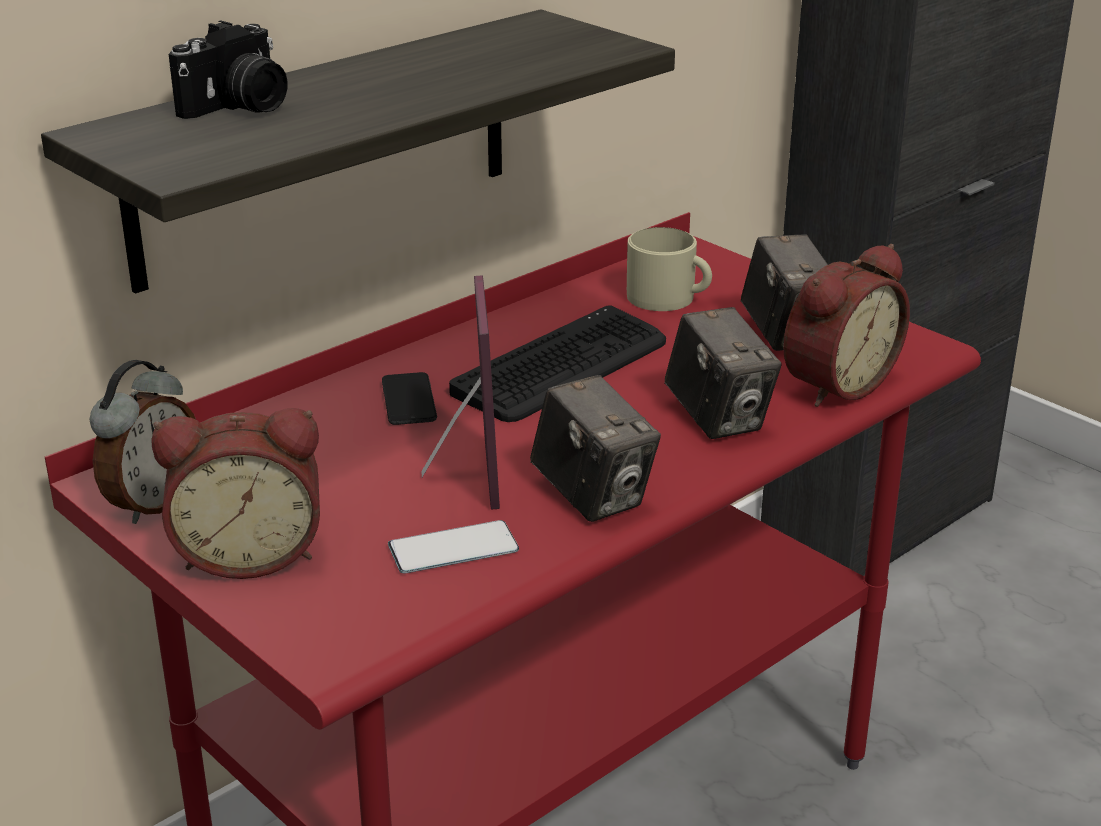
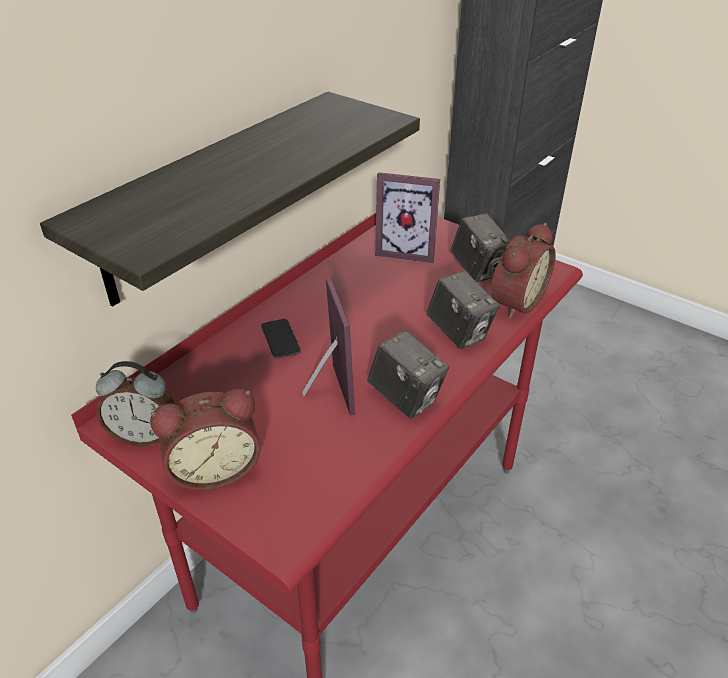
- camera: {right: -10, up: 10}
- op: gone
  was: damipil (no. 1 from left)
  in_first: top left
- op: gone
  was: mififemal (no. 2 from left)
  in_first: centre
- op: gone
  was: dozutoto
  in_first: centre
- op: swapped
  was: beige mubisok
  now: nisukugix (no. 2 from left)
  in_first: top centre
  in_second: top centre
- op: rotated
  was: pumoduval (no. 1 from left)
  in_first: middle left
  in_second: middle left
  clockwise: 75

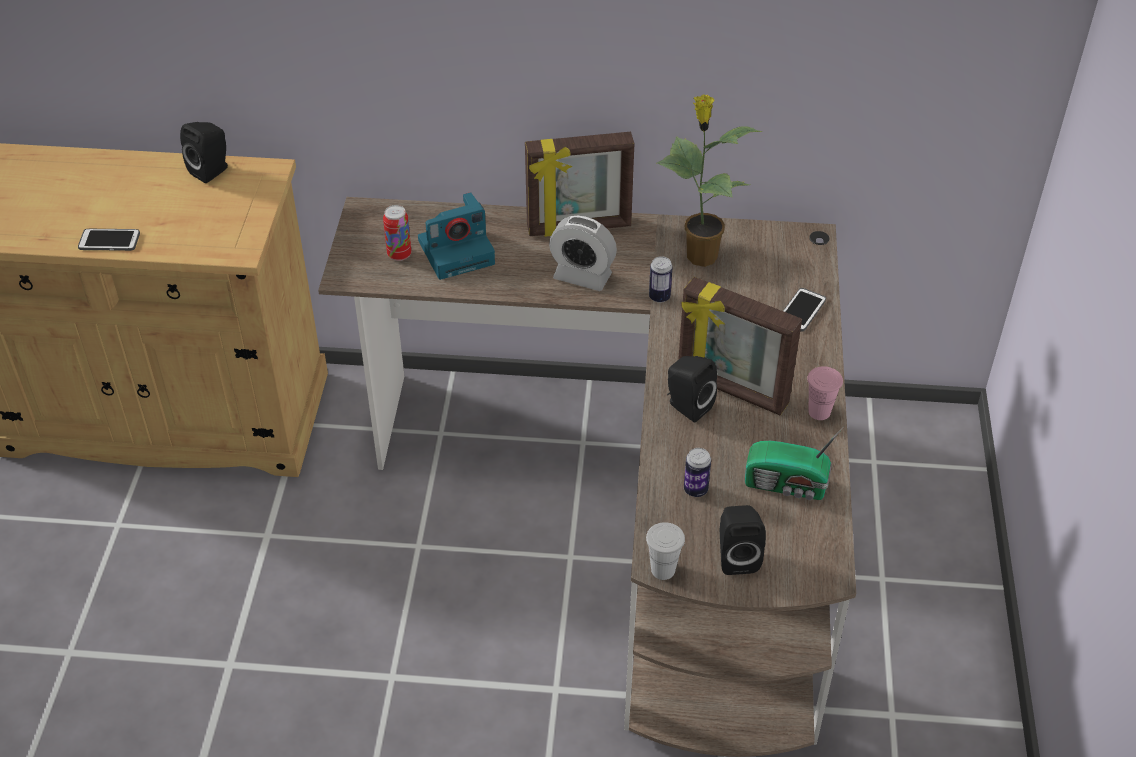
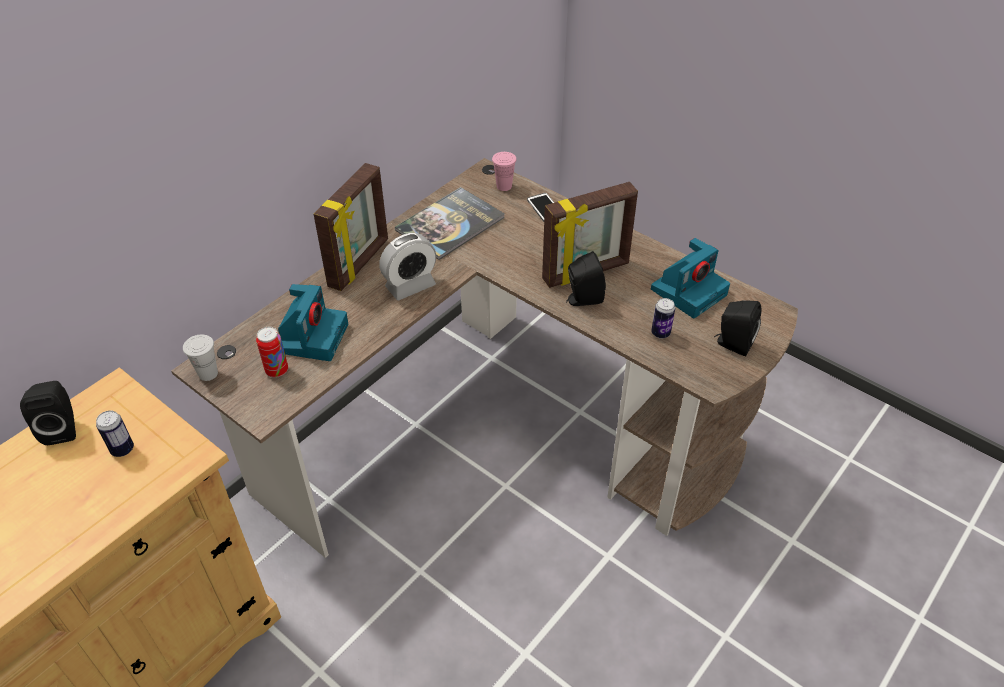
- camera: {right: -55, up: 0}
- op: gone
  was: mififemal (no. 1 from left)
  in_first: top left
- op: shifted
  was: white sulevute
  in_first: bottom centre
  in_second: middle left
- op: shifted
  was: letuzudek (no. 2 from left in the first image)
  now: letuzudek (no. 1 from left)
  in_first: centre
  in_second: middle left
- op: shifted
  was: pink sulevute
  in_first: middle right
  in_second: top centre
- op: swapped
  was: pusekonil
  now: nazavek
  in_first: top centre
  in_second: top centre
- op: swapped
  was: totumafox
  now: damipil (no. 2 from left)
  in_first: middle right
  in_second: middle right

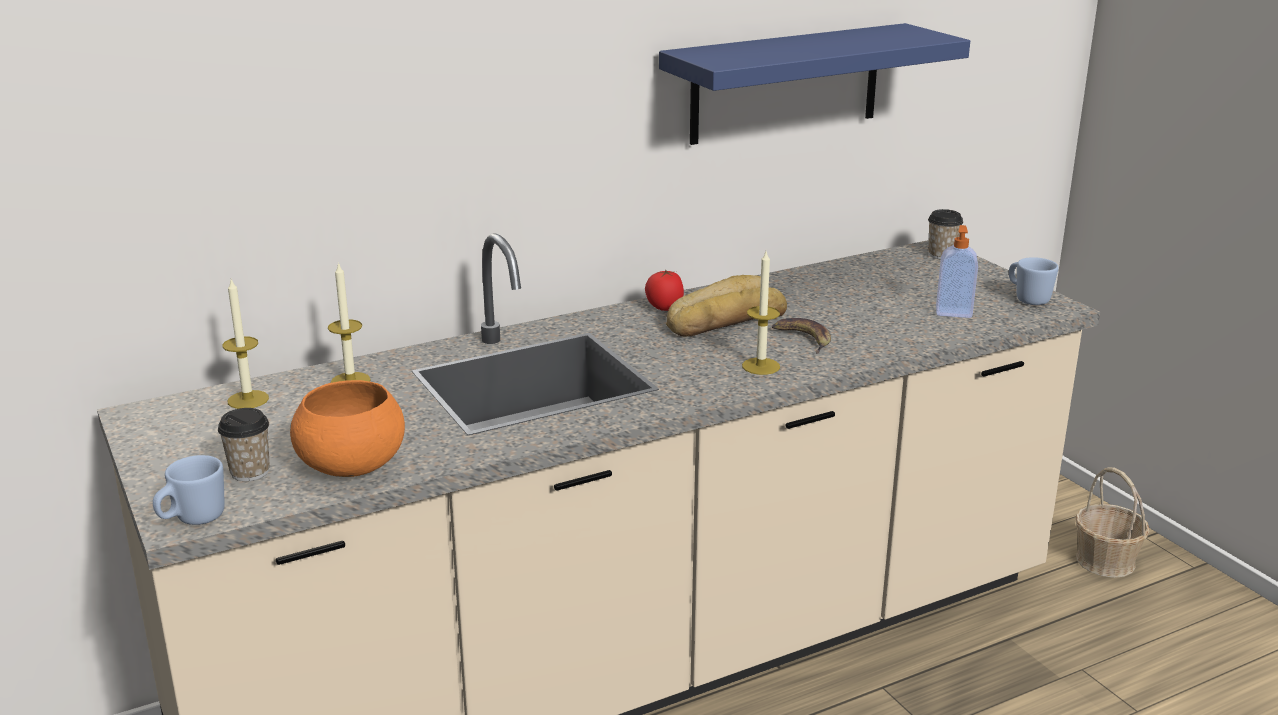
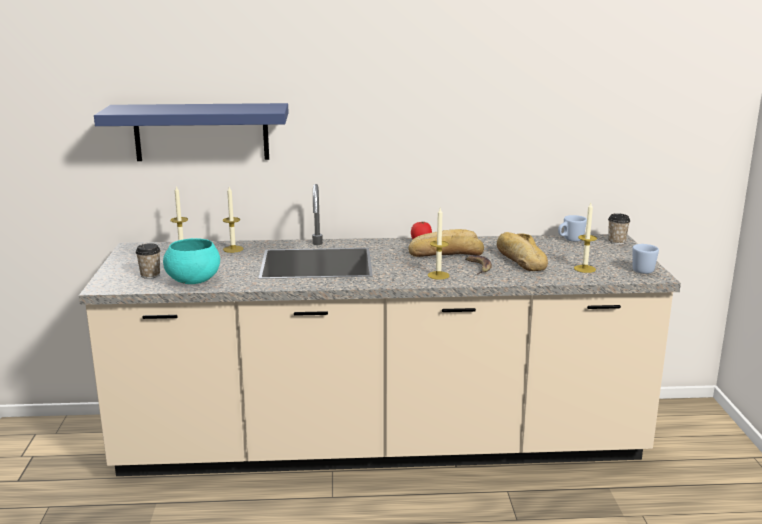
- camera: {right: 25, up: -5}
- op: gone
  was: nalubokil
  in_first: bottom right
- op: new
  now: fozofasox (no. 2 from left)
  in_second: middle right
- op: shifted
  was: blue mubisok (no. 1 from left)
  in_first: bottom left
  in_second: middle right
- op: shifted
  was: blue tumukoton
  in_first: top centre
  in_second: top left
- op: swapped
  was: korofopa
  now: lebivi (no. 4 from left)
  in_first: middle right
  in_second: middle right
- op: repainted
  was: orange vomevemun
  now: turquoise vomevemun
  in_first: middle left
  in_second: middle left

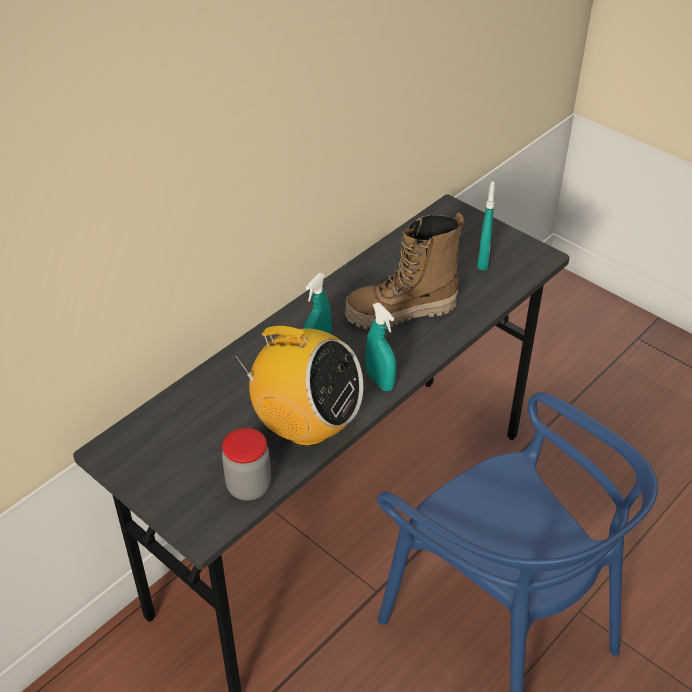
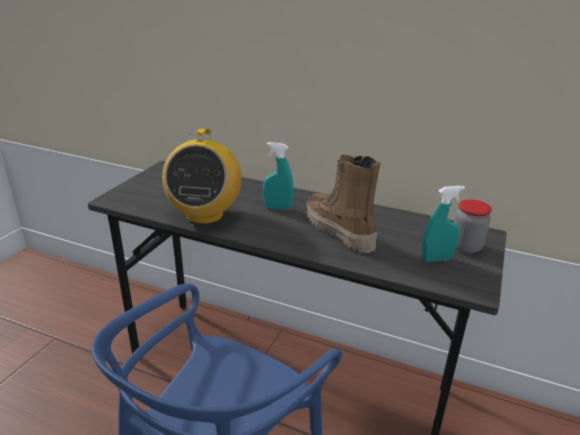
- camera: {right: 70, up: -15}
- op: gone
  was: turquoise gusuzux (no. 2 from left)
  in_first: centre
- op: shifted
  was: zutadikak
  in_first: bottom centre
  in_second: middle right

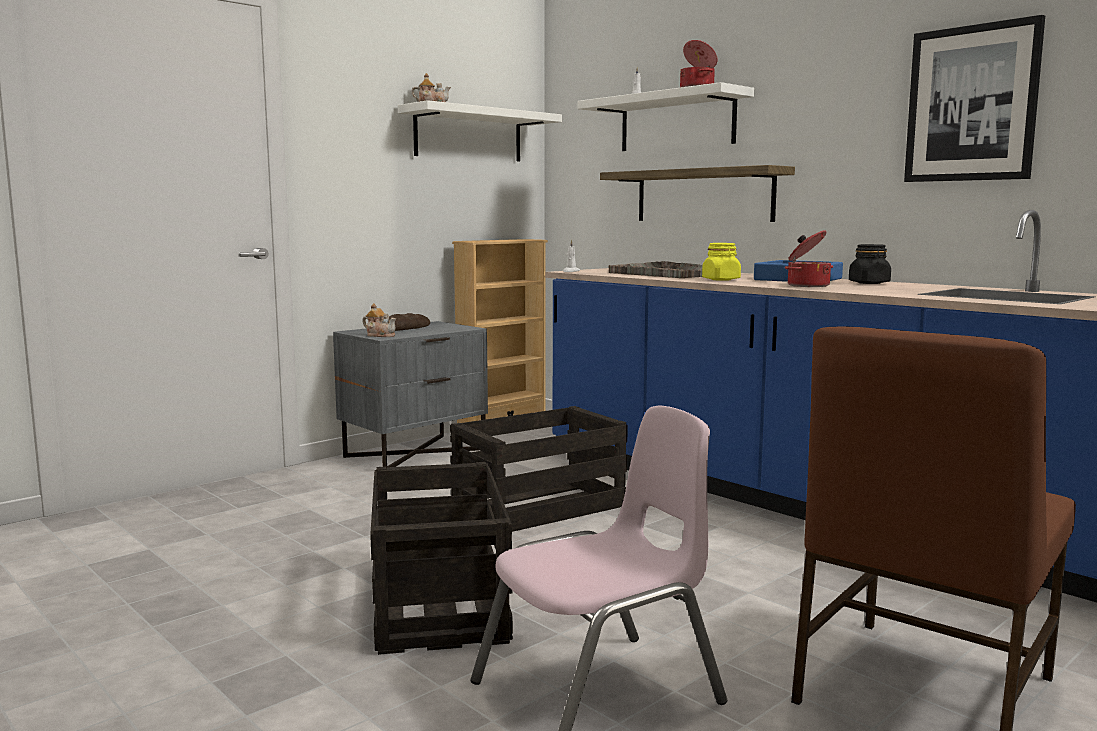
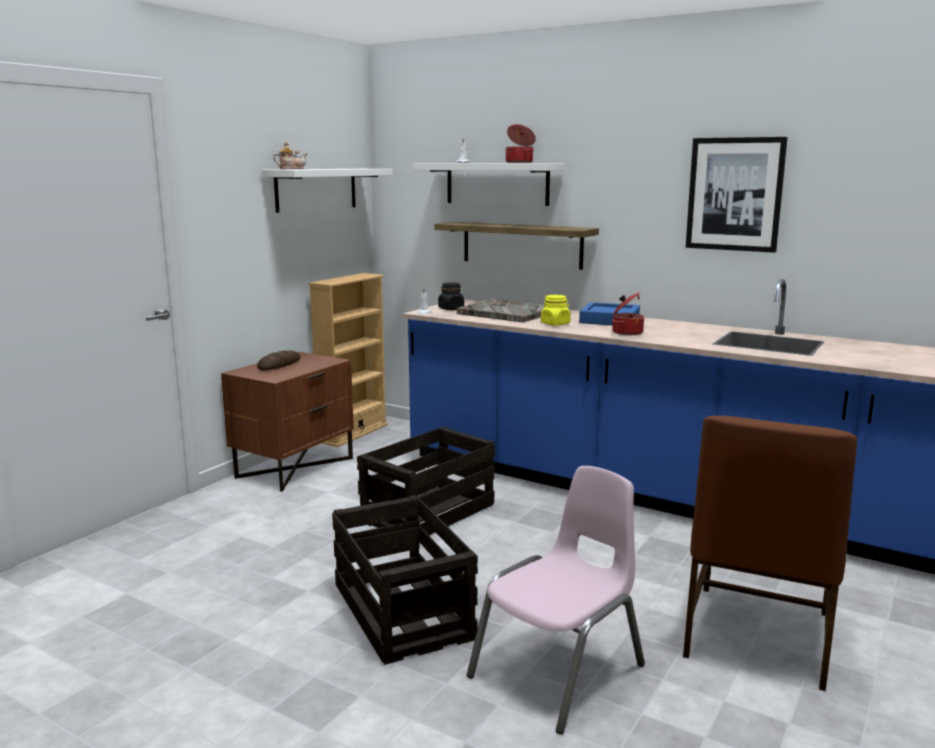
- camera: {right: -15, up: 5}
- op: gone
  was: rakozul (no. 1 from left)
  in_first: centre
- op: shifted
  was: black zutadikak
  in_first: middle right
  in_second: centre
- op: repainted
  was: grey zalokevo
  now: brown zalokevo
  in_first: centre
  in_second: middle left

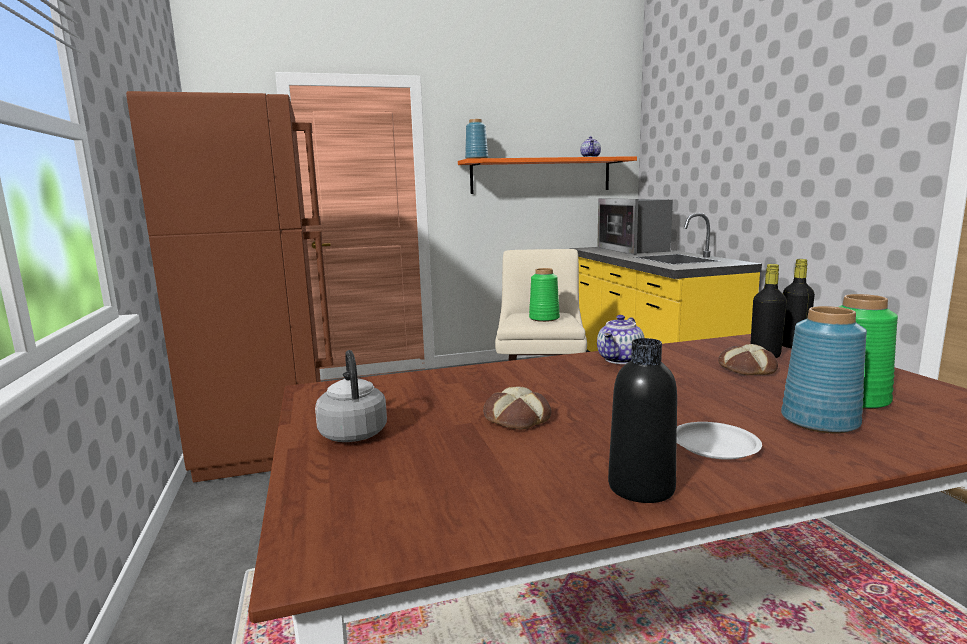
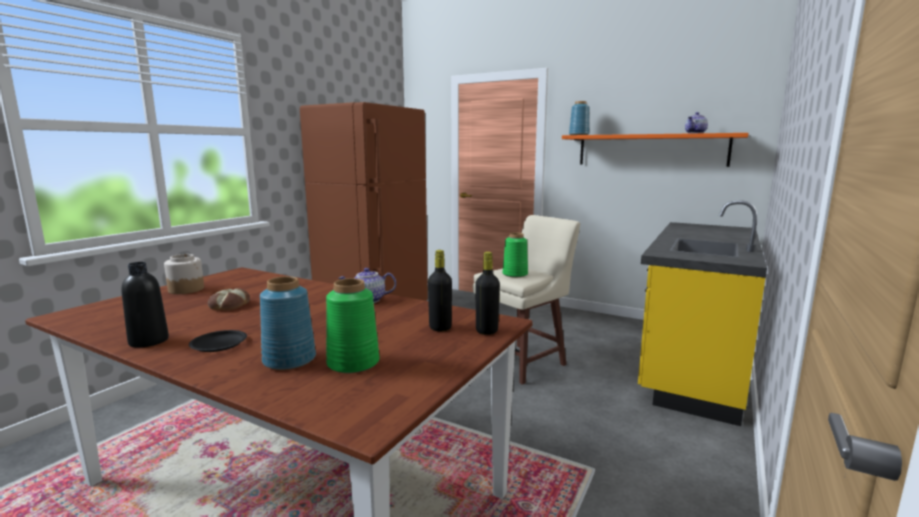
- camera: {right: 45, up: 0}
- op: gone
  was: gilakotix
  in_first: centre
- op: gone
  was: fozofasox (no. 2 from left)
  in_first: middle right
- op: swapped
  was: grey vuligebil
  now: zutadikak
  in_first: centre
  in_second: middle left
- op: repainted
  was: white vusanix
  now: black vusanix
  in_first: bottom right
  in_second: middle left

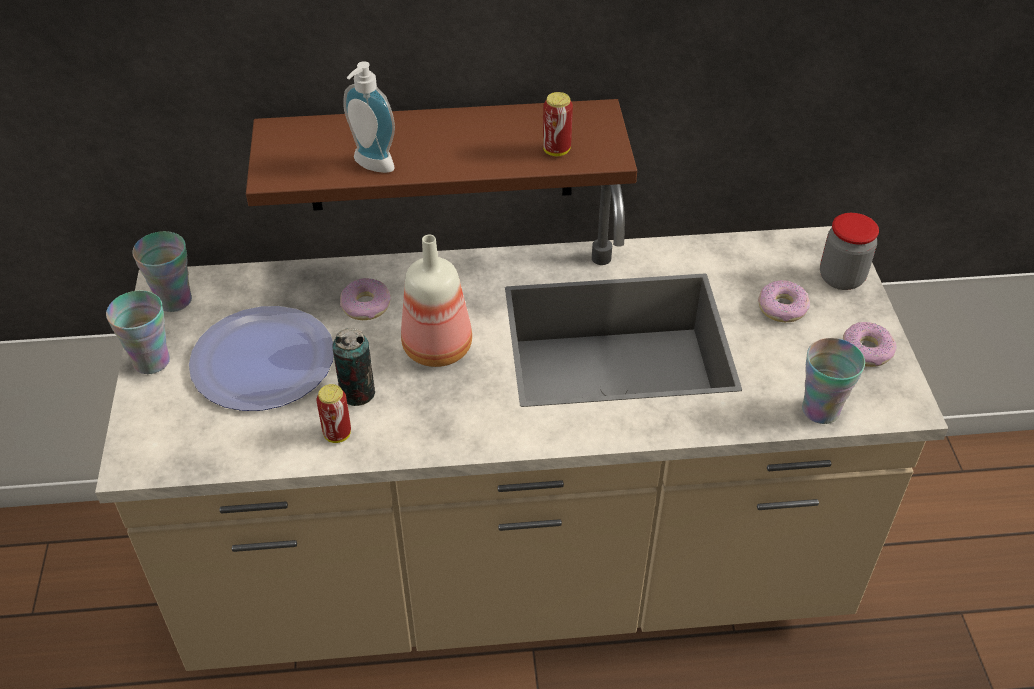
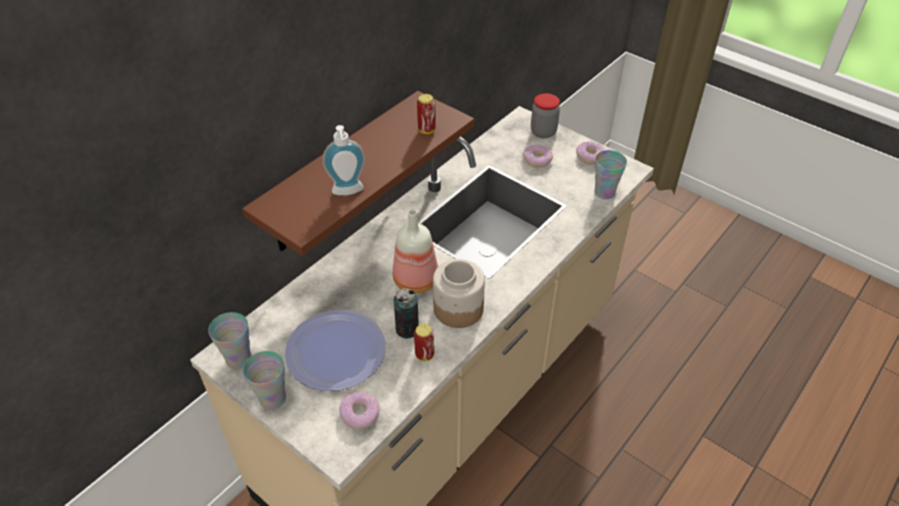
- camera: {right: -45, up: 0}
- op: new
  now: zutadikak (no. 1 from left)
  in_second: centre
- op: shifted
  was: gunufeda (no. 1 from left)
  in_first: centre
  in_second: bottom centre

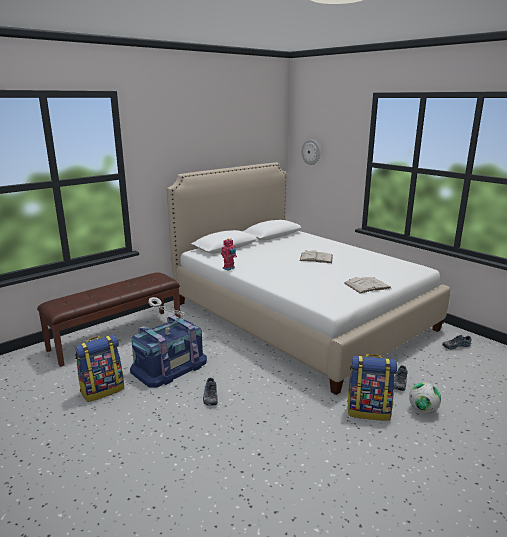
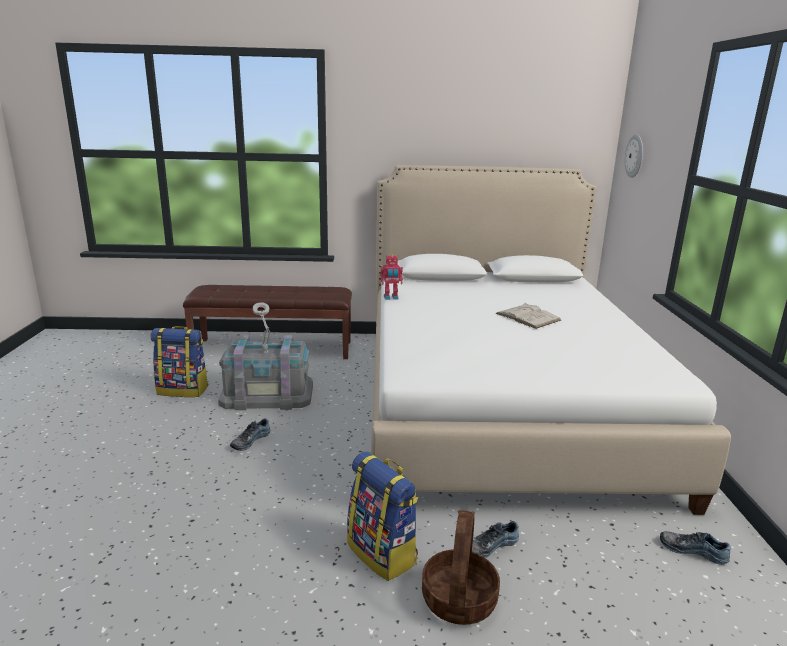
- camera: {right: 40, up: 0}
- op: gone
  was: white nazavek (no. 2 from left)
  in_first: middle right
- op: swapped
  was: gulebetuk
  now: nalubokil
  in_first: bottom right
  in_second: bottom centre
- op: repainted
  was: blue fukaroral
  now: grey fukaroral
  in_first: middle left
  in_second: centre

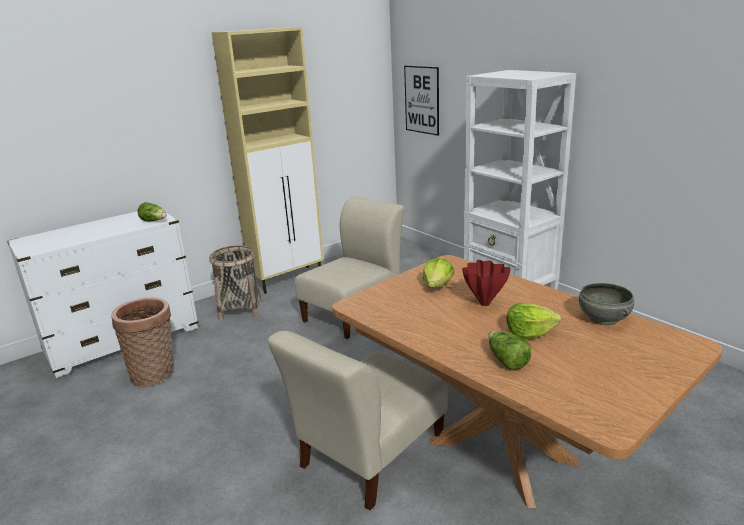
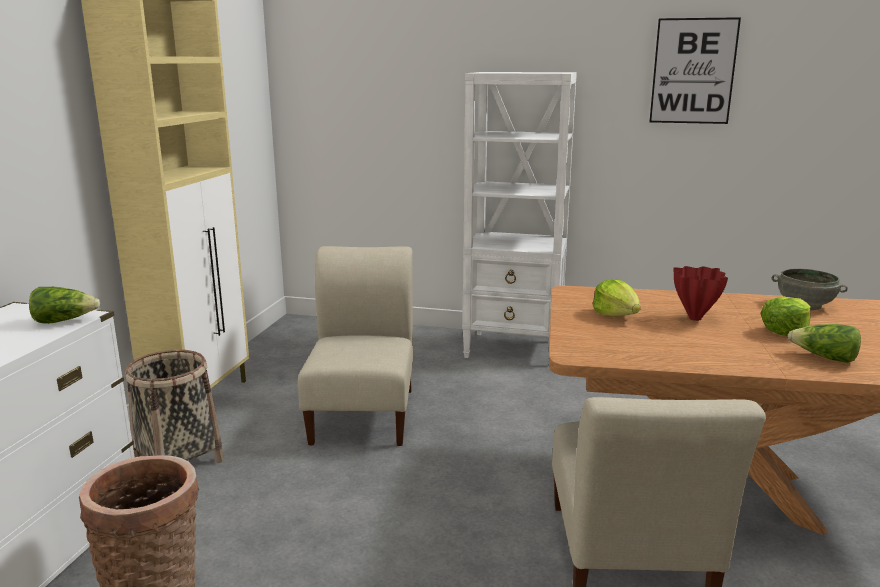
- camera: {right: -40, up: -5}
- op: shifted
  was: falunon
  in_first: top centre
  in_second: top right

